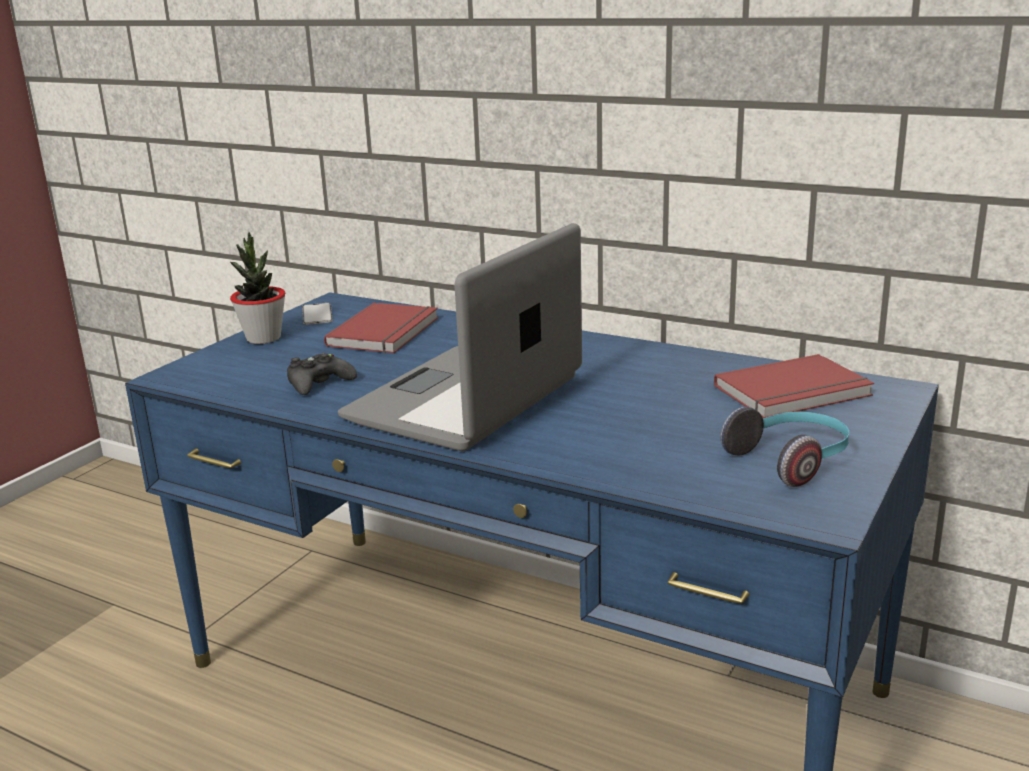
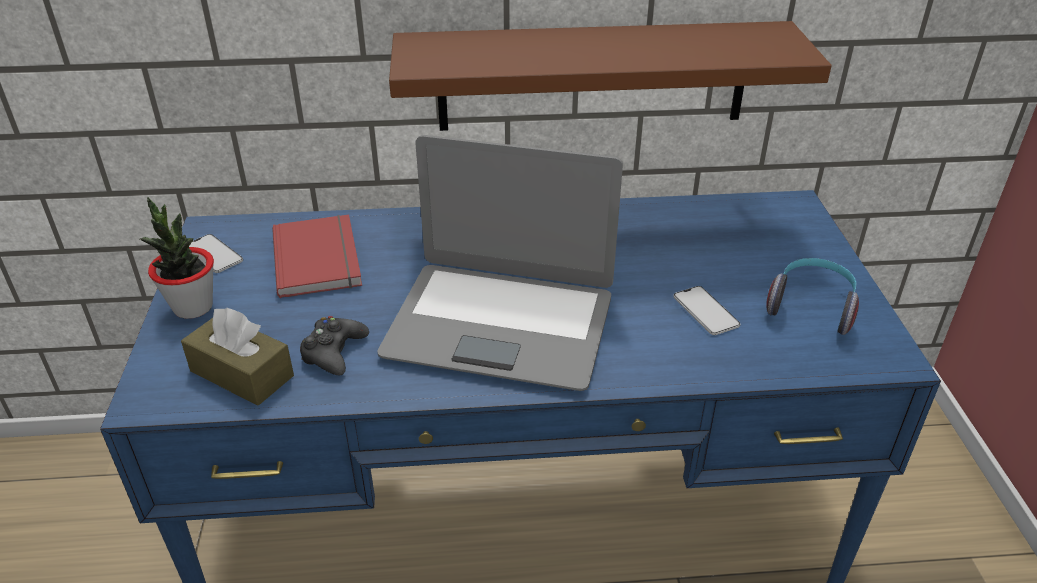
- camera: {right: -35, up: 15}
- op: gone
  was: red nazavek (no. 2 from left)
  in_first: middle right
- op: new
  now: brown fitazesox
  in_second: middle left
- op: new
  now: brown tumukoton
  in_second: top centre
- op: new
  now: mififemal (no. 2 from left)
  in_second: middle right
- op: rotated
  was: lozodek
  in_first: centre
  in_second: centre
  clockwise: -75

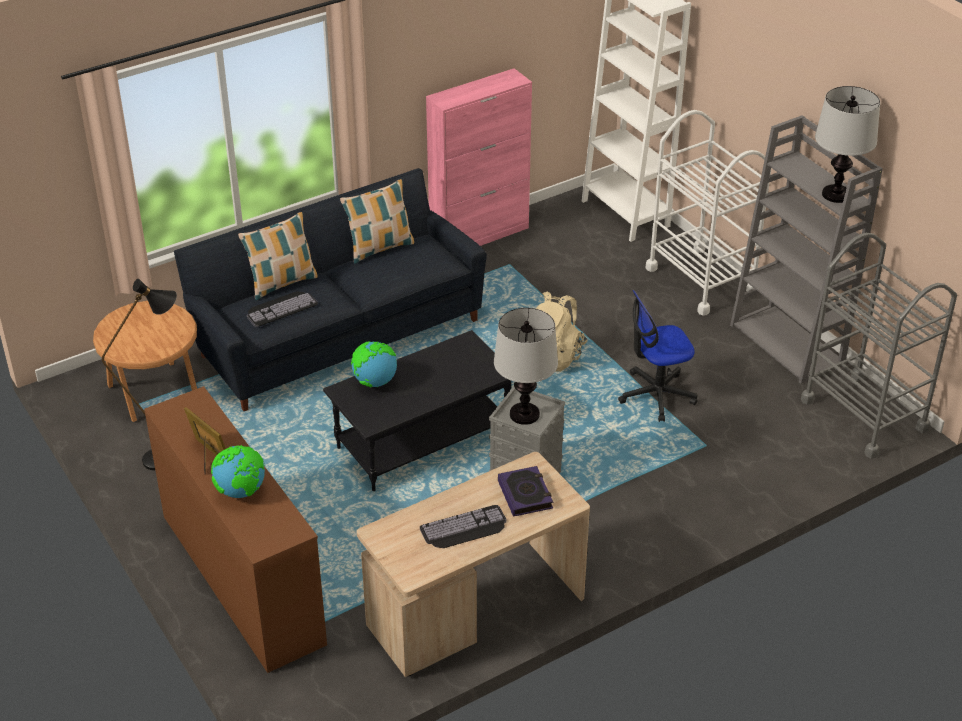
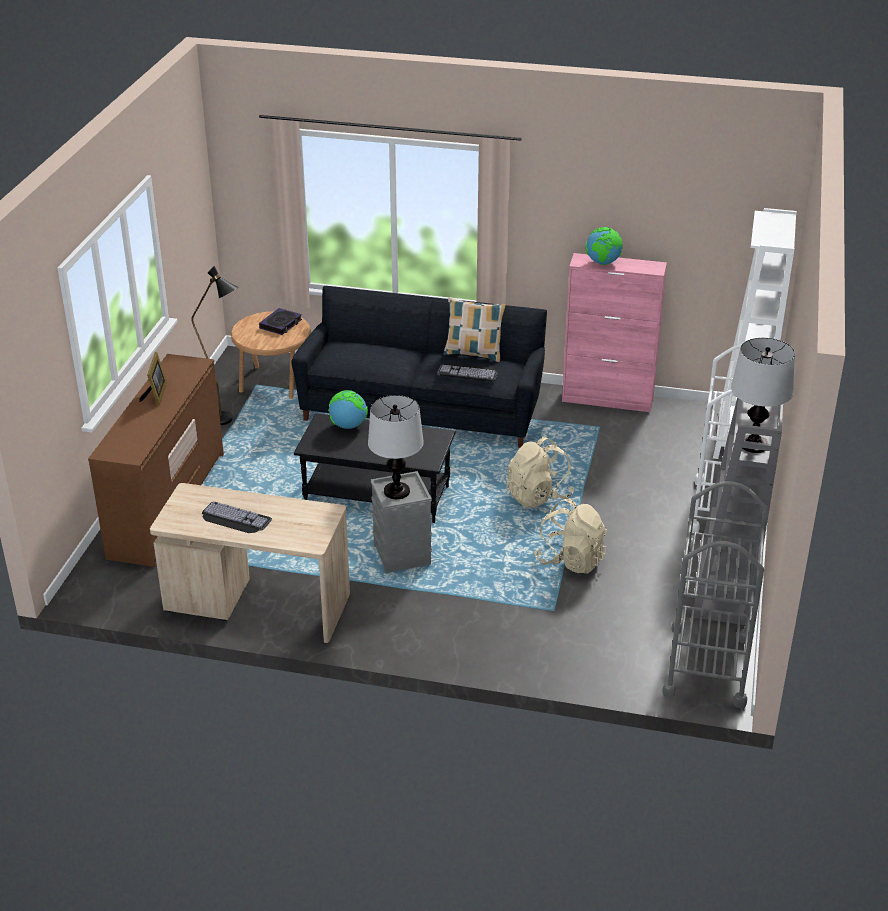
- camera: {right: 45, up: -5}
- op: gone
  was: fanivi (no. 1 from left)
  in_first: middle left
- op: shifted
  was: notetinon (no. 1 from left in the first image)
  now: notetinon (no. 2 from left)
  in_first: middle left
  in_second: top right
- op: shifted
  was: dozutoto (no. 1 from left in the first image)
  now: dozutoto (no. 2 from left)
  in_first: middle left
  in_second: centre
- op: shifted
  was: nazavek
  in_first: bottom centre
  in_second: middle left
- op: swapped
  was: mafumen
  now: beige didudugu (no. 2 from left)
  in_first: middle right
  in_second: centre

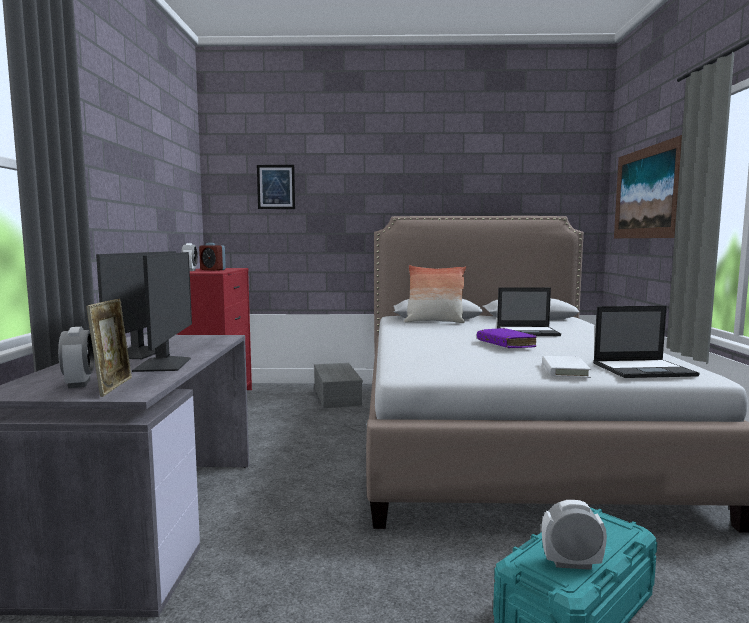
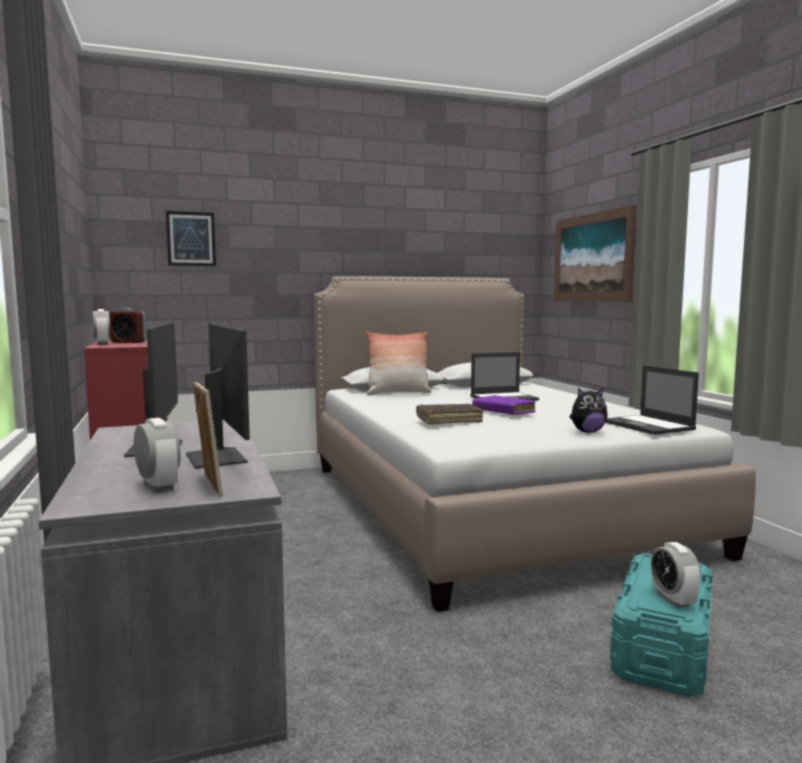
- camera: {right: -20, up: 0}
- op: gone
  was: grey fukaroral
  in_first: centre
- op: new
  now: brown nazavek
  in_second: centre
- op: swapped
  was: white nazavek
  now: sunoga
  in_first: middle right
  in_second: middle right
- op: rotated
  was: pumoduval (no. 4 from left)
  in_first: bottom right
  in_second: bottom right
  clockwise: -90
- op: rotated
  was: lozodek (no. 2 from left)
  in_first: middle right
  in_second: middle right
  clockwise: 90

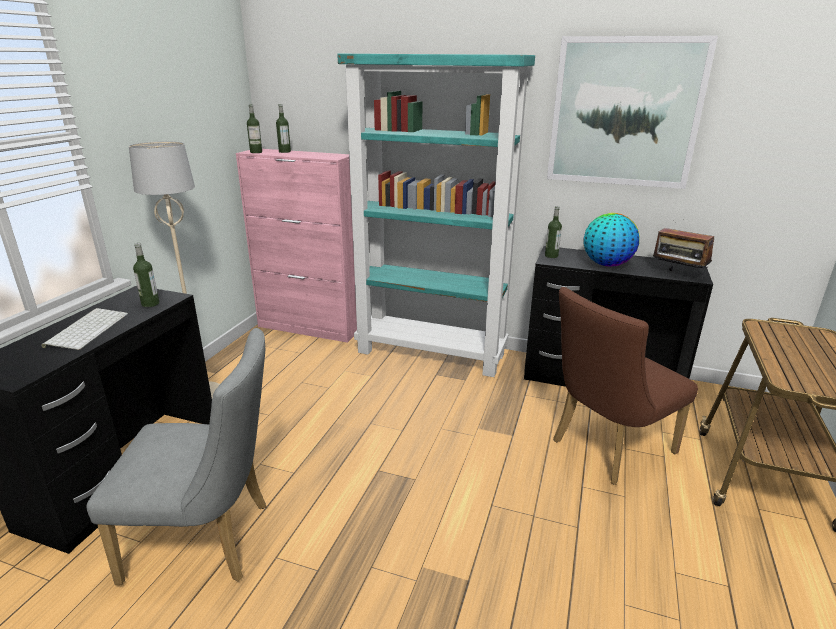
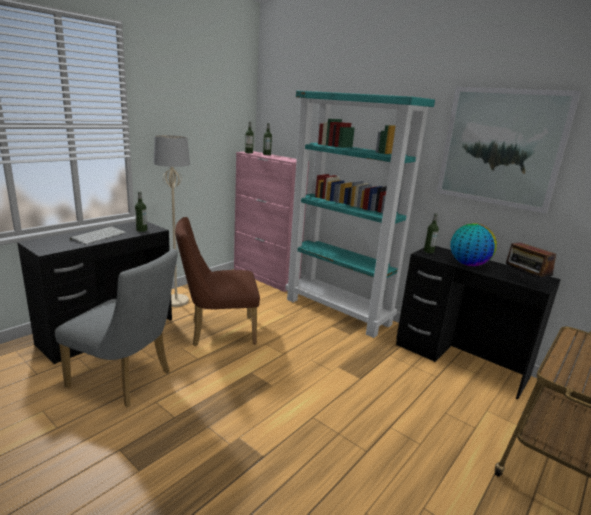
- camera: {right: 20, up: -5}
- op: shifted
  was: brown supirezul
  in_first: middle right
  in_second: centre

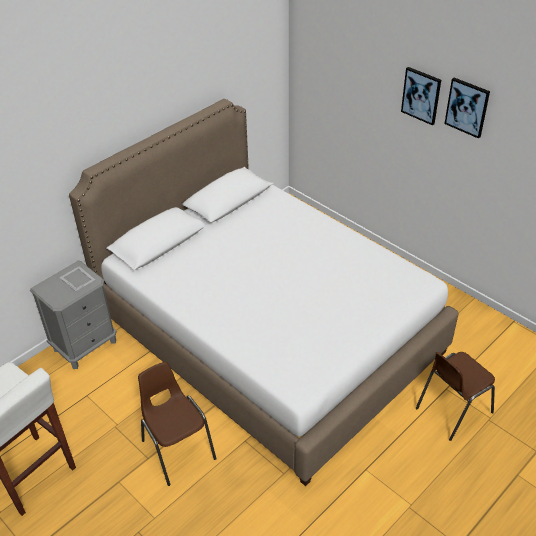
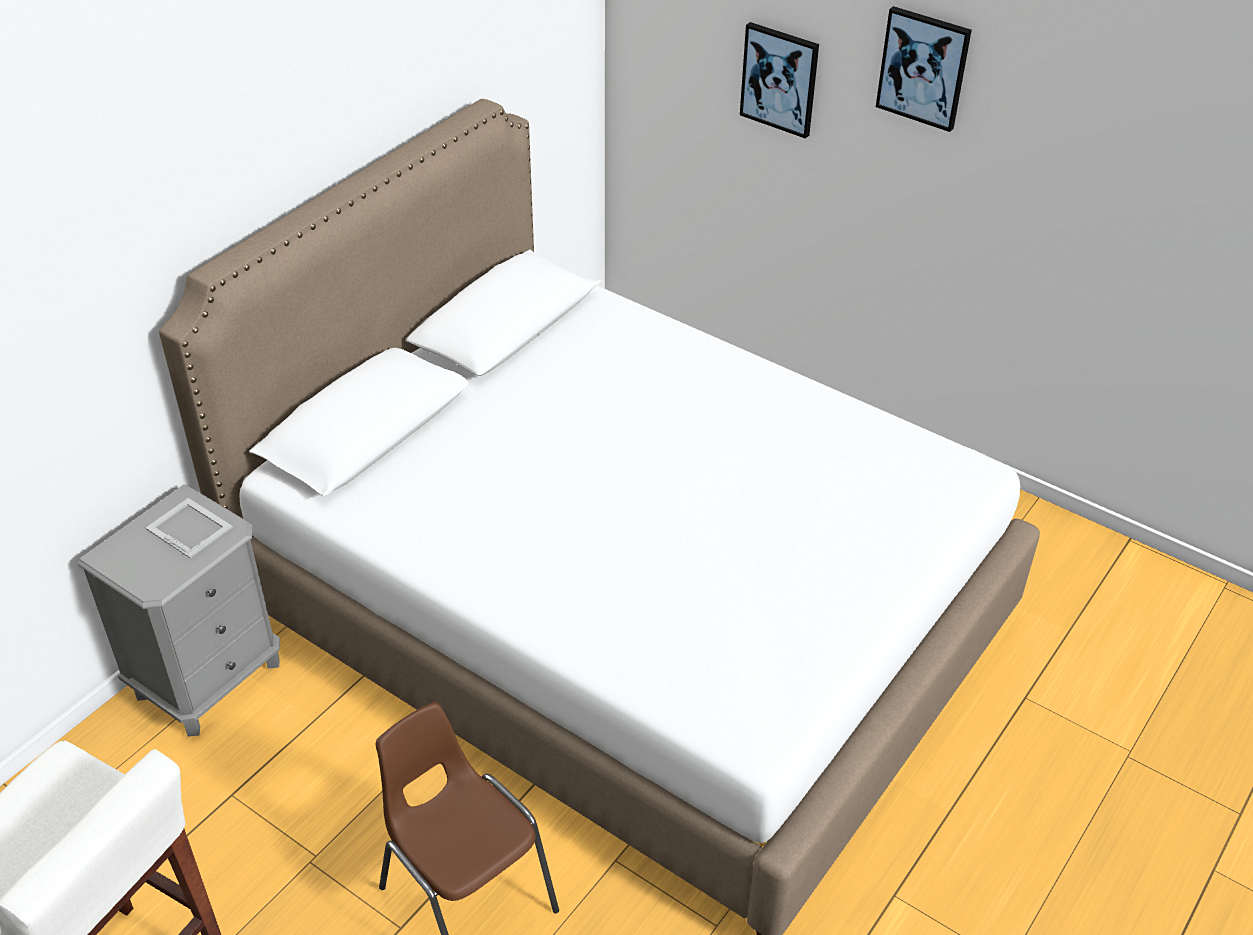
- camera: {right: -10, up: 0}
- op: gone
  was: brown supirezul (no. 2 from left)
  in_first: bottom right
- op: shifted
  was: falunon (no. 2 from left in the first image)
  now: falunon (no. 1 from left)
  in_first: top right
  in_second: top centre

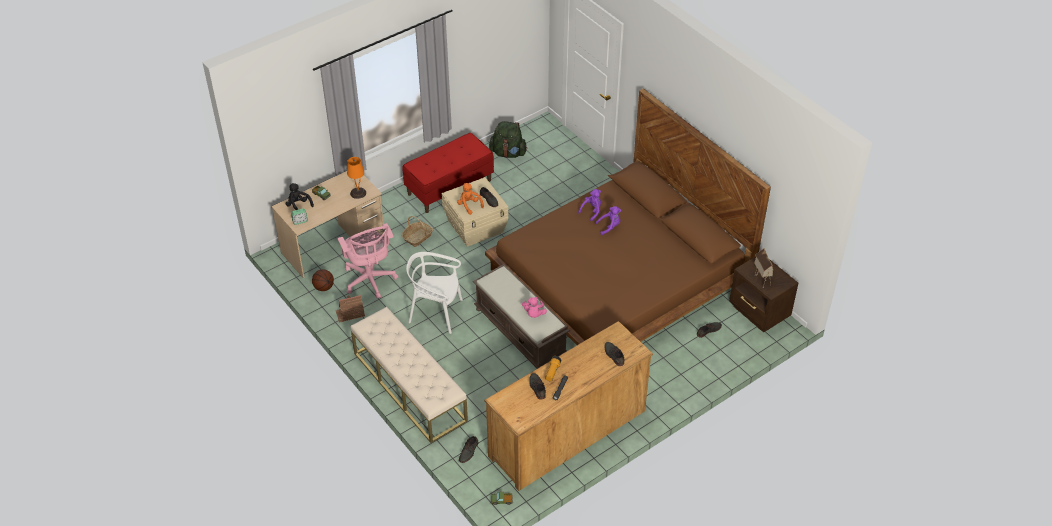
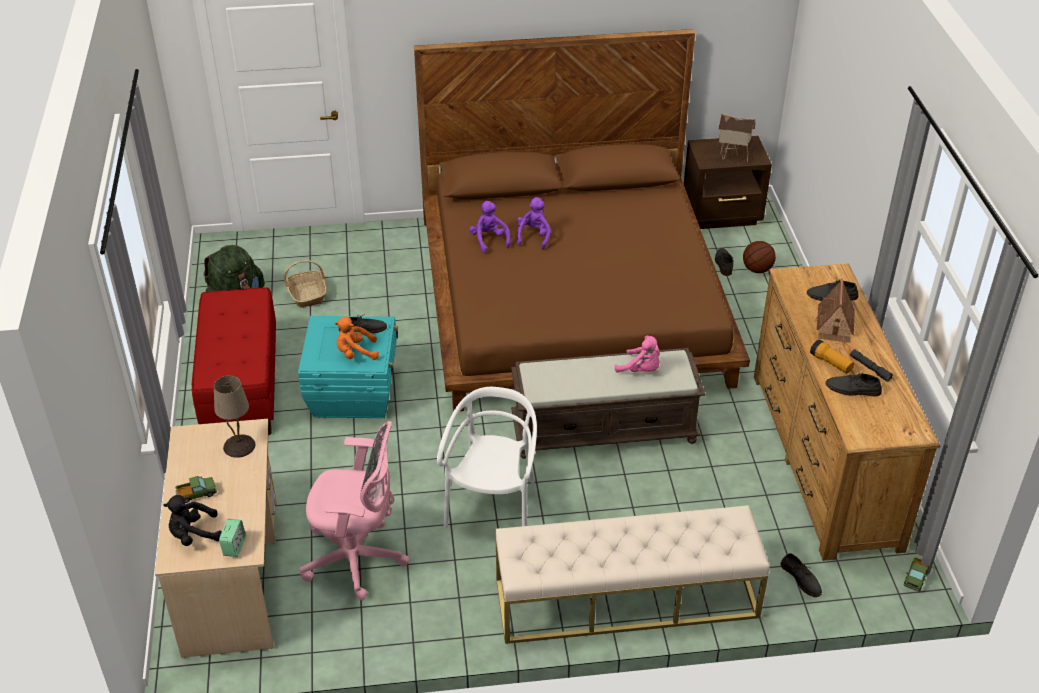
- camera: {right: -60, up: -5}
- op: shifted
  was: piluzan
  in_first: middle left
  in_second: middle right
- op: shifted
  was: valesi (no. 1 from left in the first image)
  now: valesi (no. 2 from left)
  in_first: middle left
  in_second: middle right
- op: shifted
  was: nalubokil
  in_first: centre
  in_second: middle left
- op: repainted
  was: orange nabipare
  now: beige nabipare
  in_first: centre
  in_second: middle left
- op: repainted
  was: beige fukaroral
  now: turquoise fukaroral
  in_first: centre
  in_second: centre
- op: rotated
  was: white supirezul
  in_first: centre
  in_second: centre
  clockwise: 150

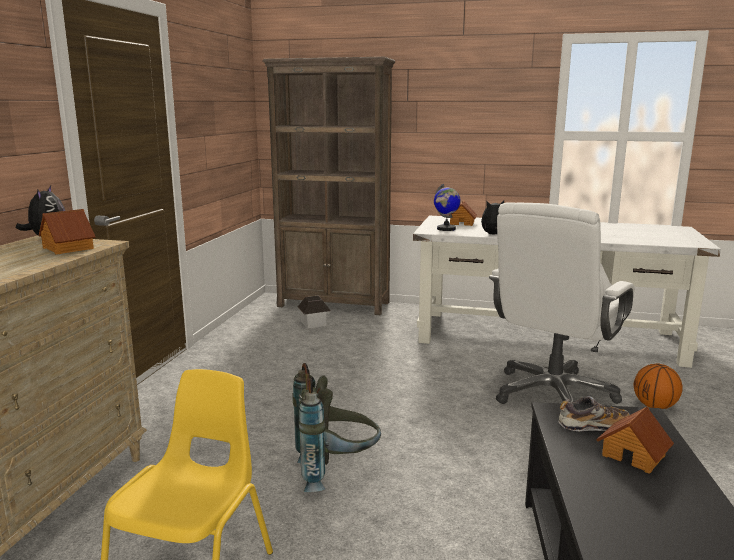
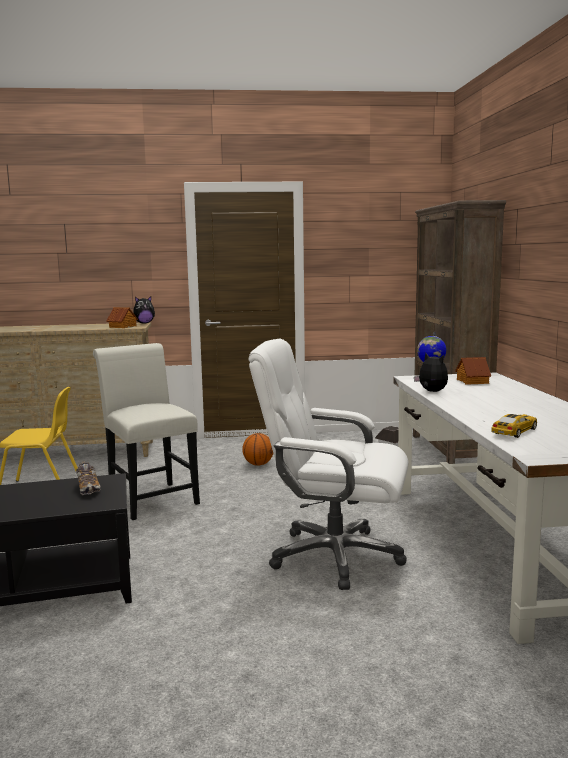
- camera: {right: 70, up: -5}
- op: gone
  was: valesi (no. 4 from left)
  in_first: bottom right
- op: new
  now: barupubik
  in_second: middle right
- op: shifted
  was: piluzan
  in_first: bottom right
  in_second: centre
- op: swapped
  was: grey didudugu
  now: white supirezul
  in_first: bottom centre
  in_second: middle left

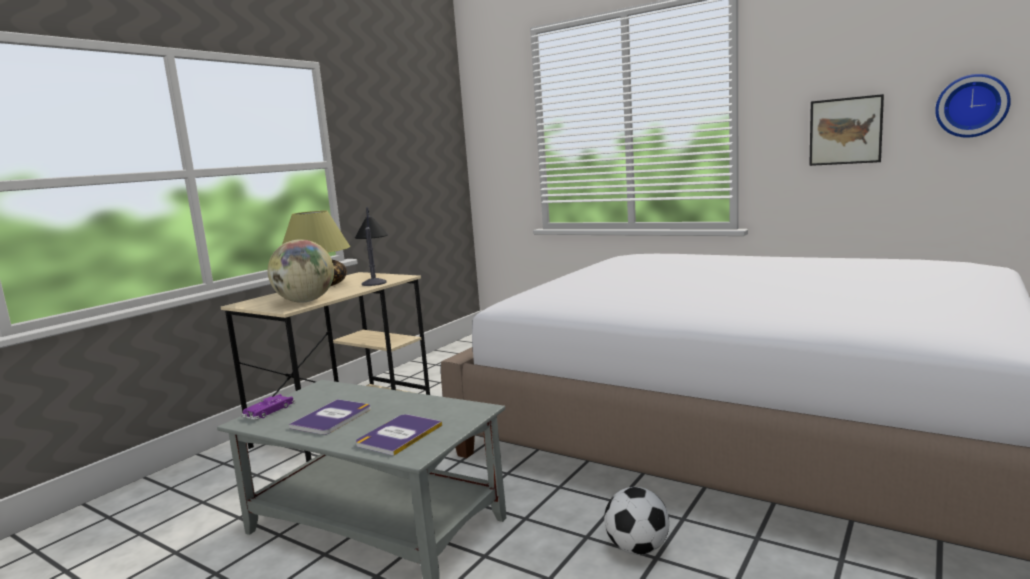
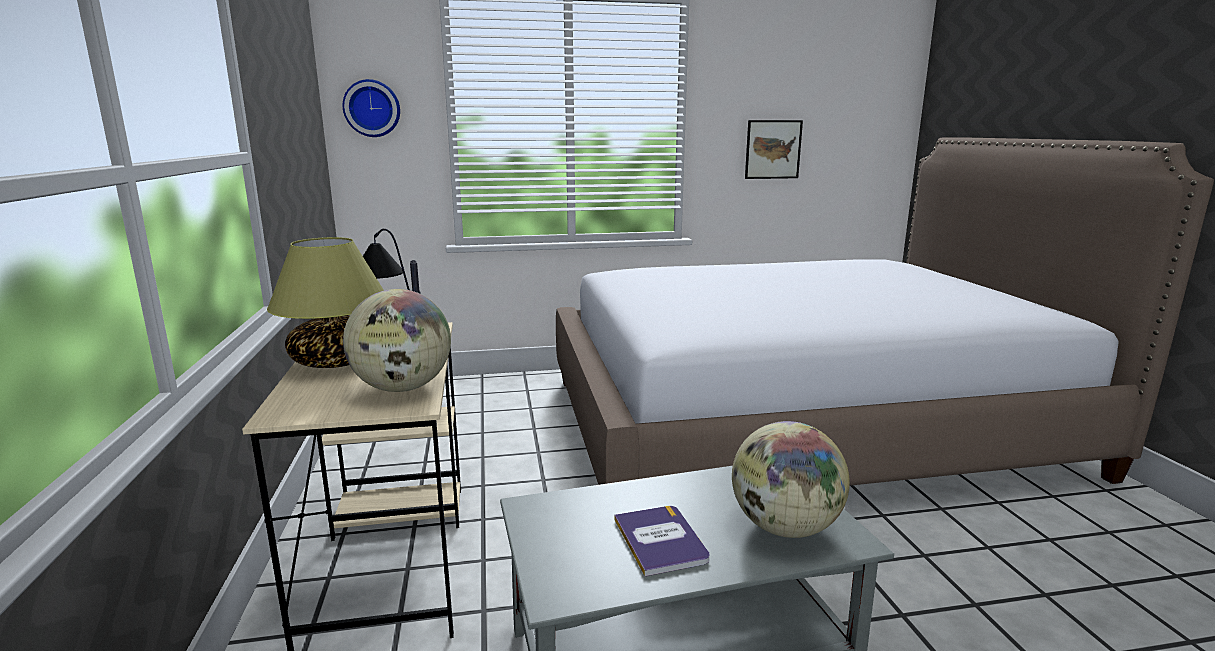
- camera: {right: -45, up: 5}
- op: gone
  was: purple barupubik
  in_first: bottom left
- op: gone
  was: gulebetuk
  in_first: bottom centre
- op: shifted
  was: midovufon
  in_first: top right
  in_second: top left
- op: swapped
  was: nazavek (no. 2 from left)
  now: notetinon (no. 2 from left)
  in_first: bottom centre
  in_second: bottom centre

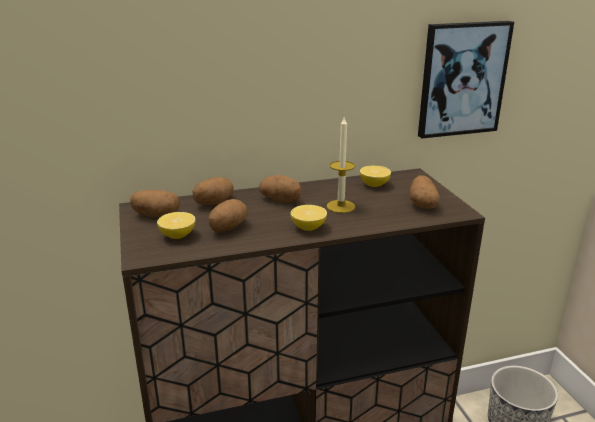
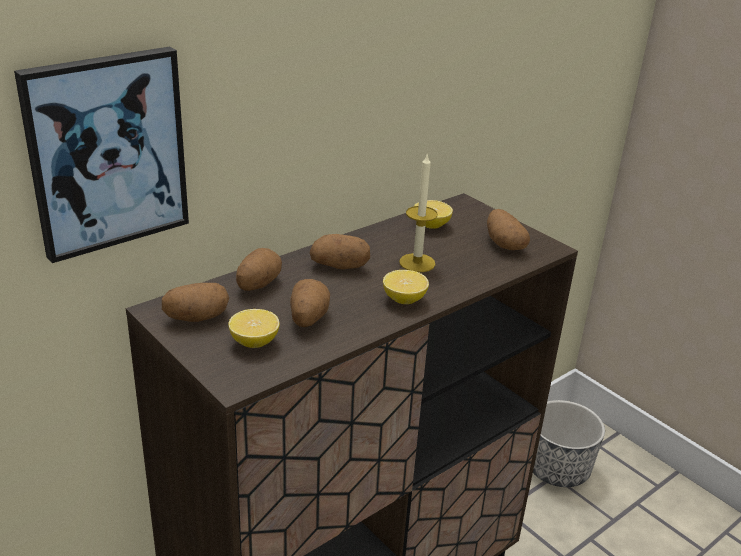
- camera: {right: -25, up: 5}
- op: shifted
  was: falunon
  in_first: top right
  in_second: top left

